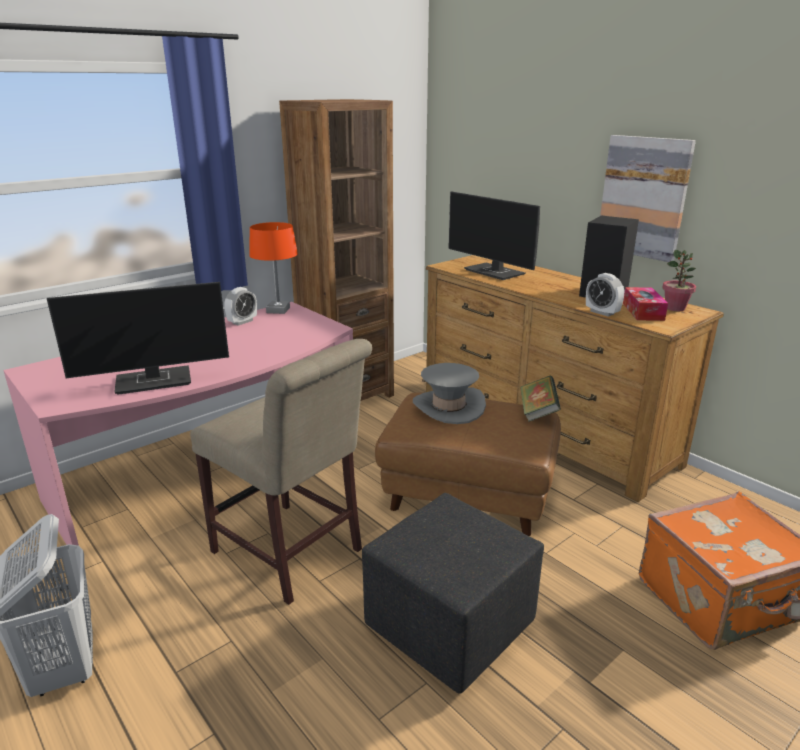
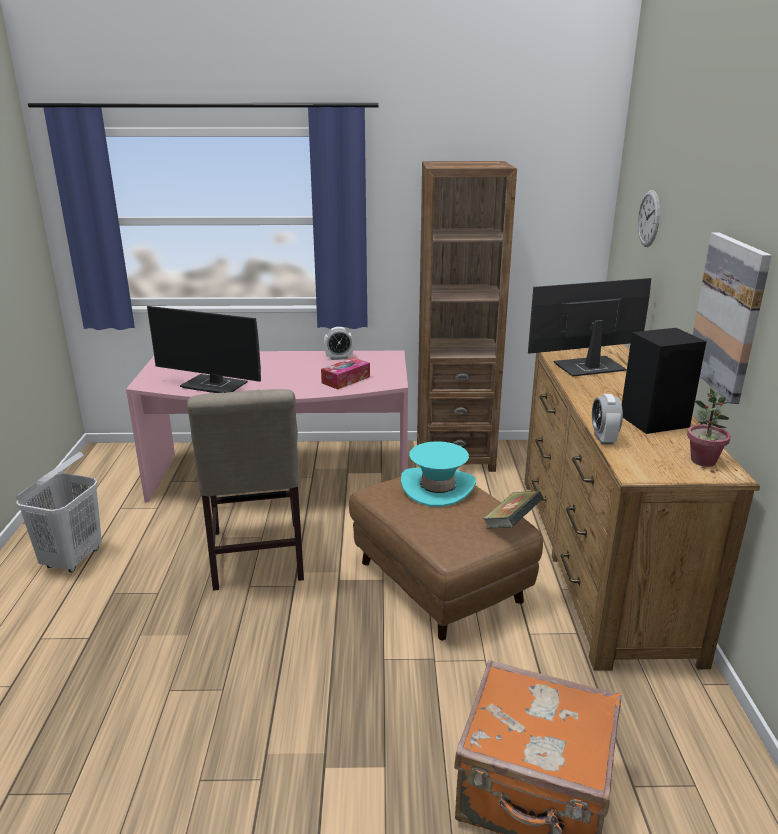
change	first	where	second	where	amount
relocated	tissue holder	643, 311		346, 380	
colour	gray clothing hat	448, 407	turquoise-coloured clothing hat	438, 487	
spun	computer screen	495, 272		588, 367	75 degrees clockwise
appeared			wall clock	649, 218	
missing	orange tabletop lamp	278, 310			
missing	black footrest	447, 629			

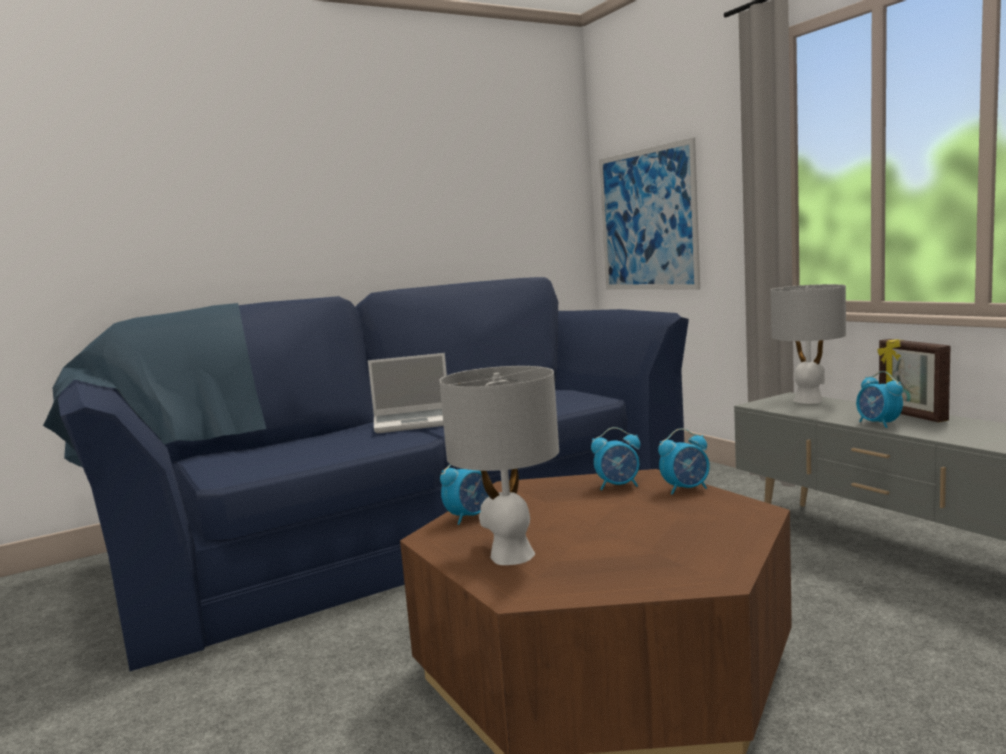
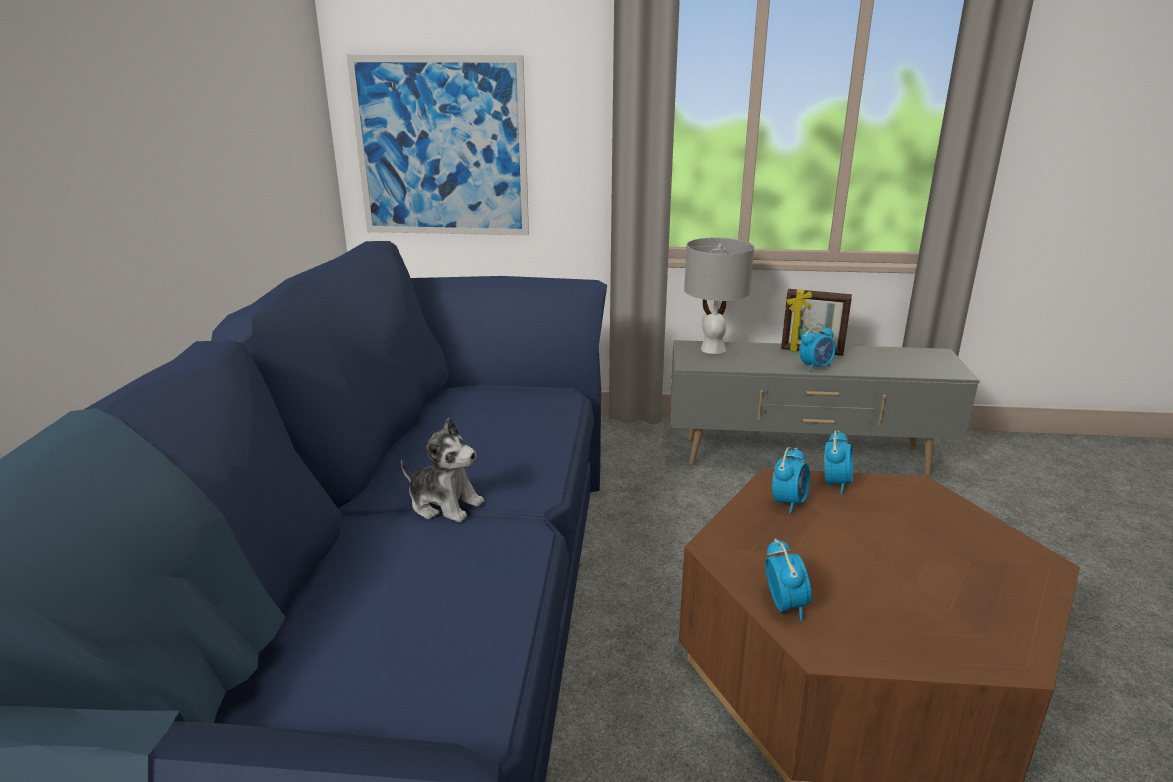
change	first	where	second	where	amount
exchanged	portable computer	415, 422	soft toy	444, 504	
spun	alarm clock	878, 424		815, 367	45 degrees counterclockwise
missing	gray tabletop lamp	511, 555			

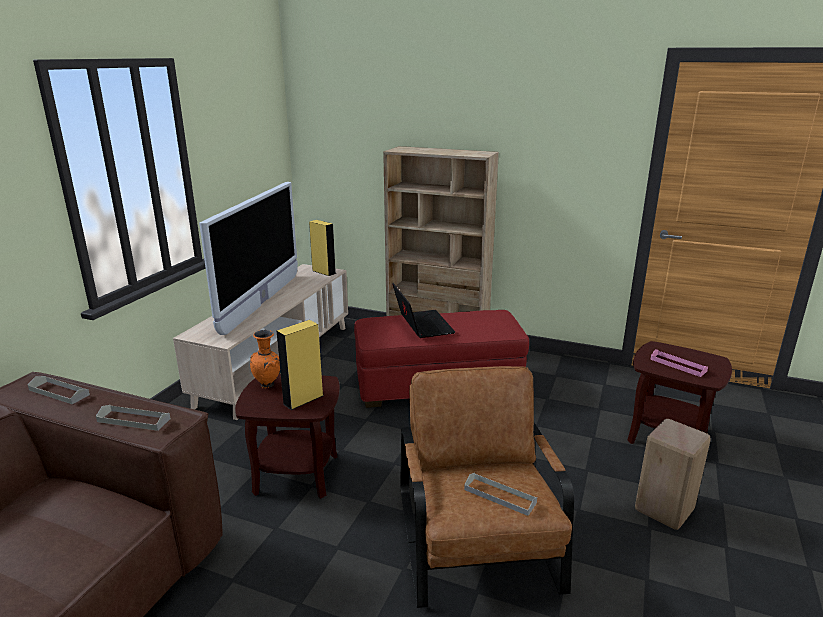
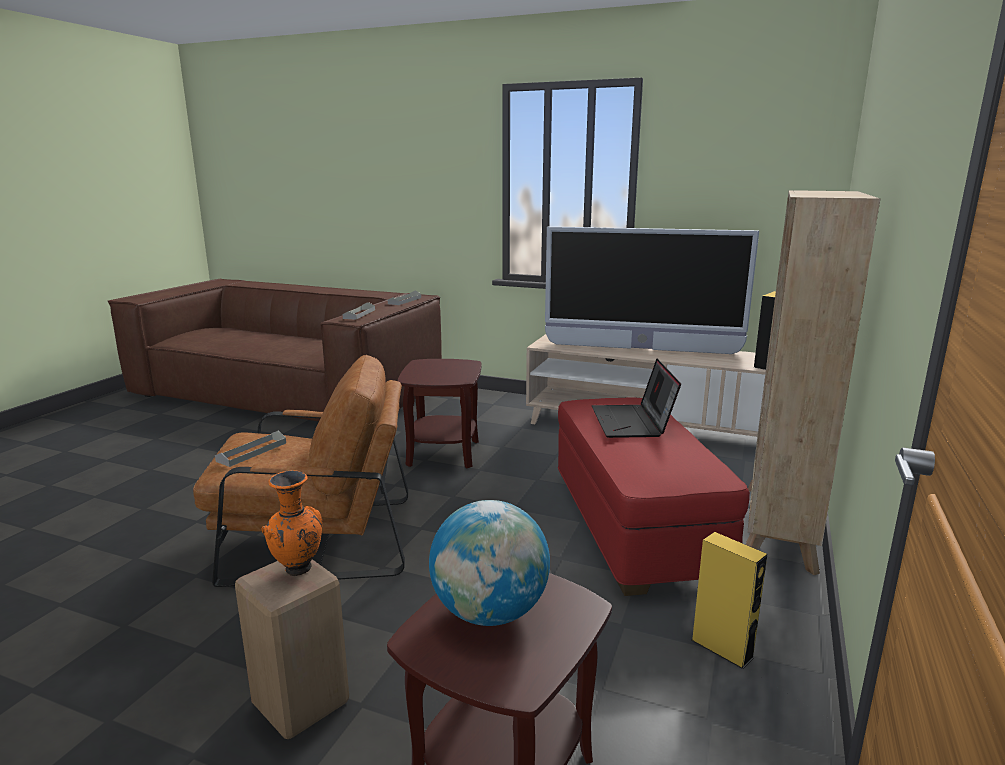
change	first	where	second	where	amount
relocated	orange vase	268, 385		298, 570	
exchanged	pinkish serving tray	678, 365	globe	490, 613	
spun	portable computer	421, 325		633, 422	105 degrees clockwise
relocated	yellowish speaker	303, 399		722, 648	

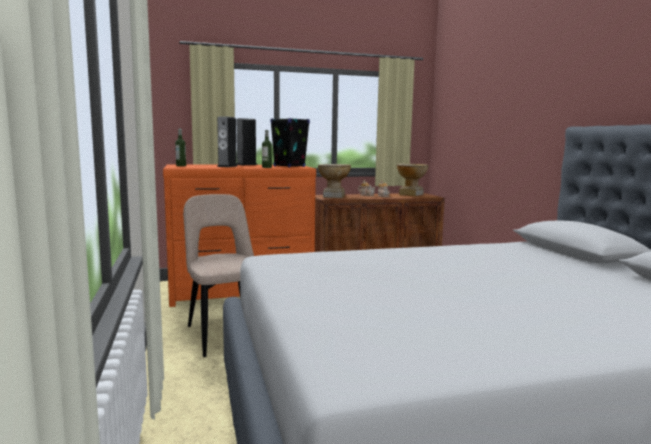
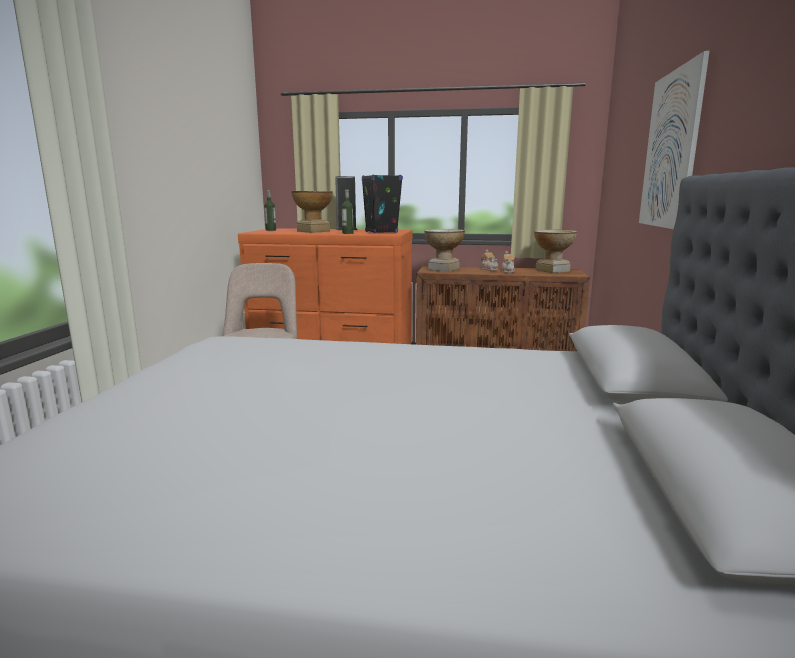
change	first	where	second	where	amount
exchanged	speaker	227, 166	vase	313, 231	
appeared			wall art	671, 150	

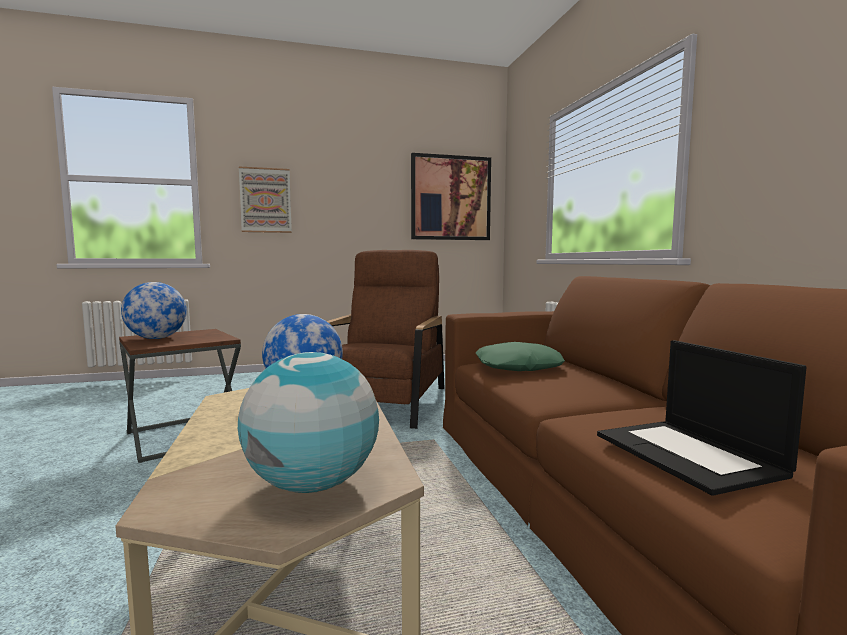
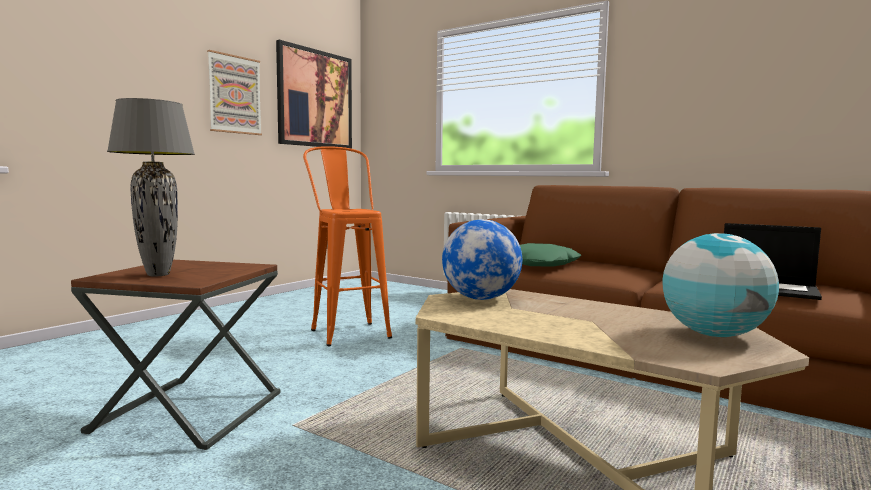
change	first	where	second	where	amount
exchanged	globe	156, 338	gray tabletop lamp	157, 275	
relocated	wall art	265, 200		234, 94	
exchanged	brownish armchair	385, 403	orange stool	346, 331	

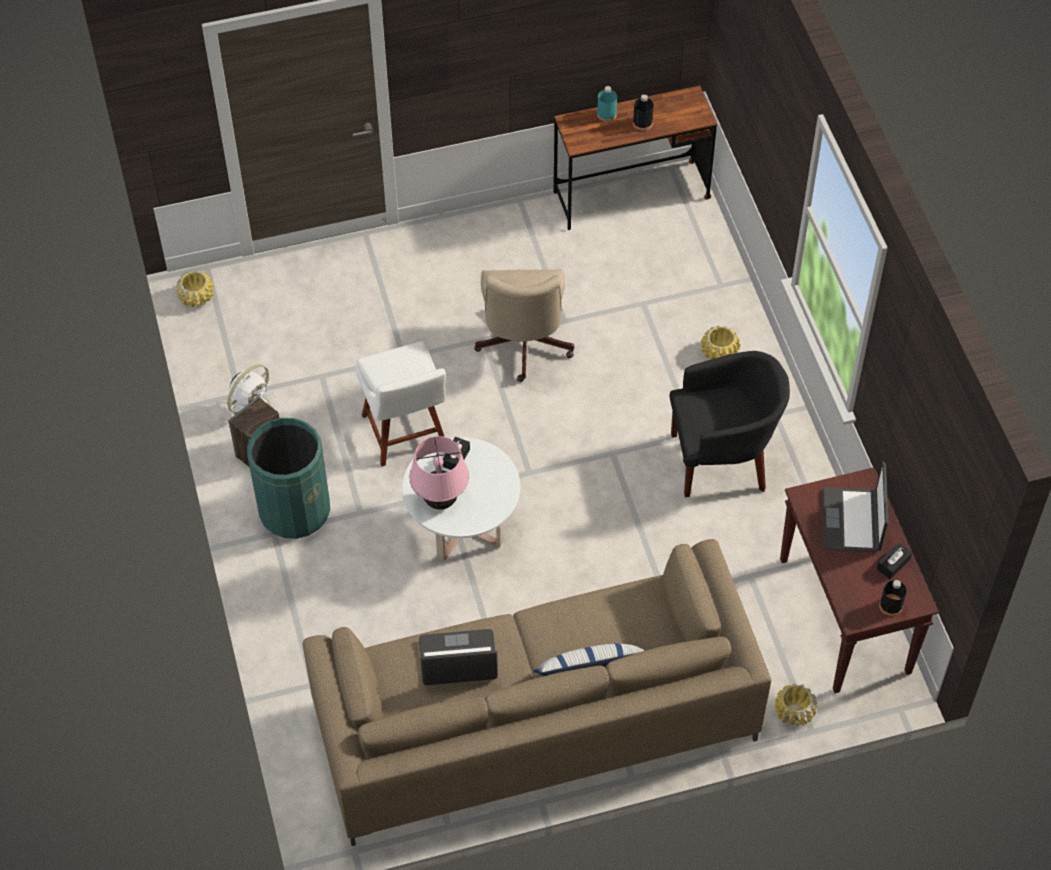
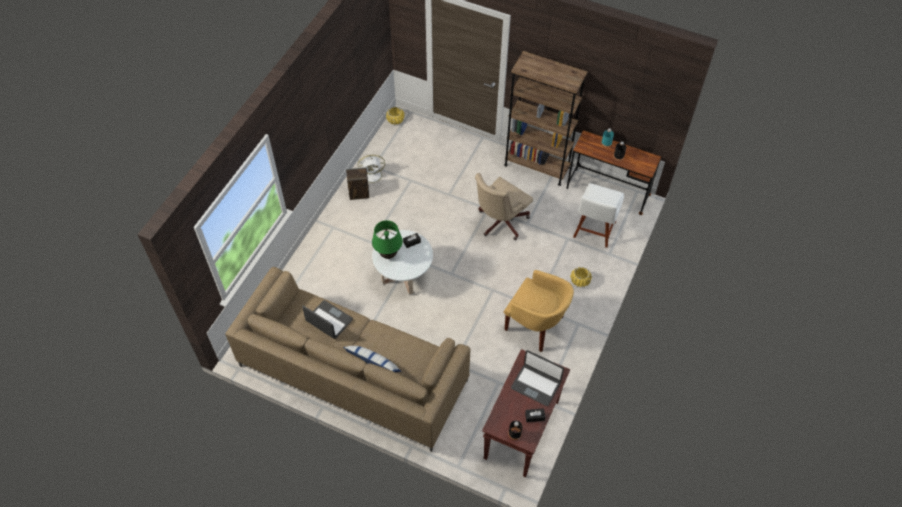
change	first	where	second	where	amount
colour	pinkish tabletop lamp	440, 501	greenish tabletop lamp	388, 254	
appeared			brownish bookshelf	536, 166	
colour	black armchair	722, 459	yellowish armchair	536, 325	
spun	portable computer	852, 521		536, 384	105 degrees counterclockwise
relocated	whitish chair	406, 435		593, 231	
missing	greenish trash can	294, 510			
missing	yellowish plant pot	794, 712			

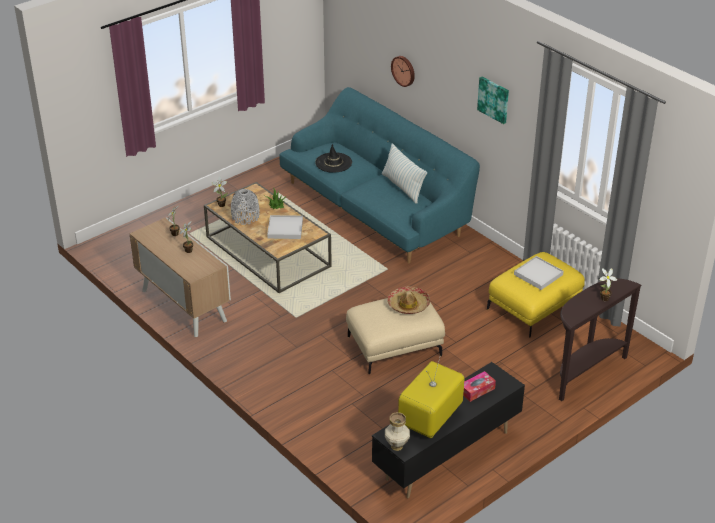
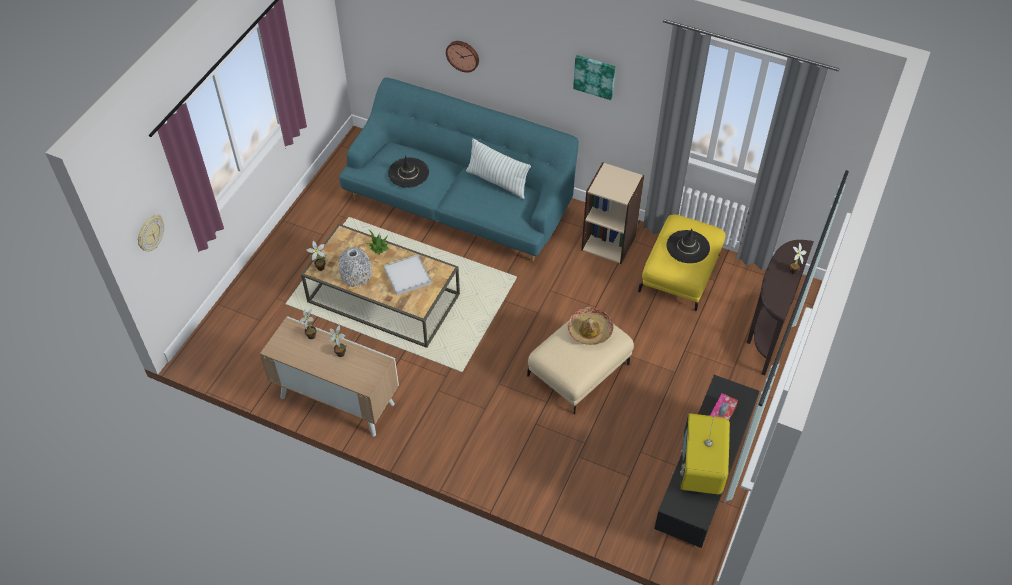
change	first	where	second	where	amount
appeared			wall clock	150, 233	
appeared			beige-coloured bookshelf	609, 242	
exchanged	whitish serving tray	538, 274	black clothing hat	687, 247	
missing	vase	396, 446			

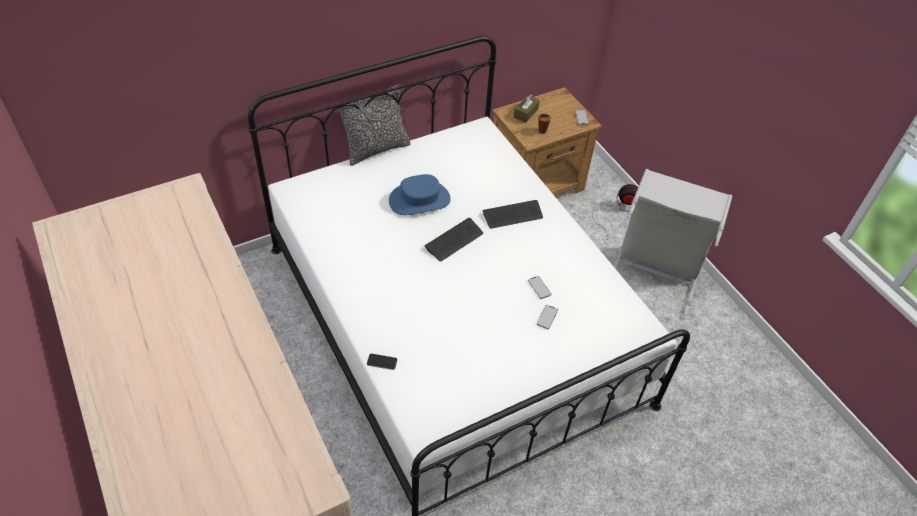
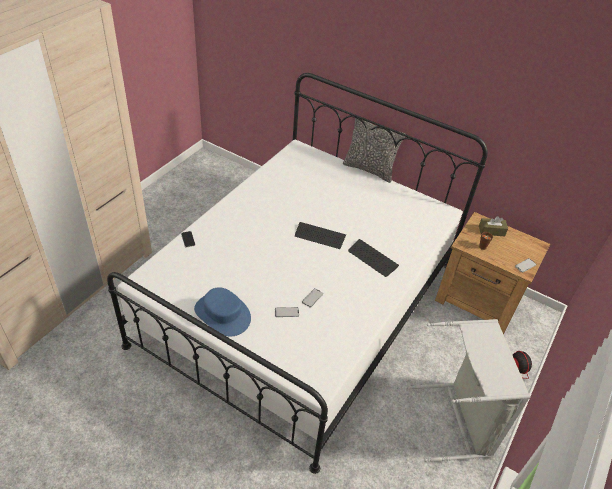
change	first	where	second	where	amount
relocated	blue-coloured clothing hat	419, 200		223, 314	

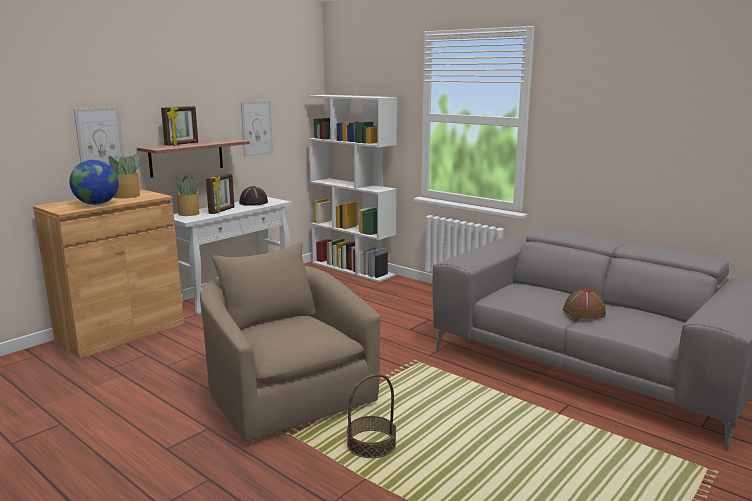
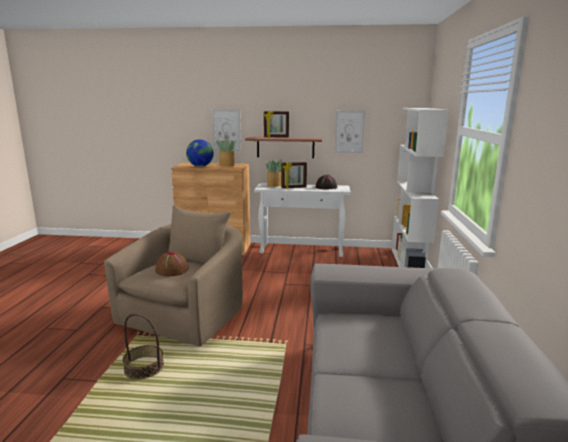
change	first	where	second	where	amount
relocated	brownish clothing hat	583, 312		171, 270	

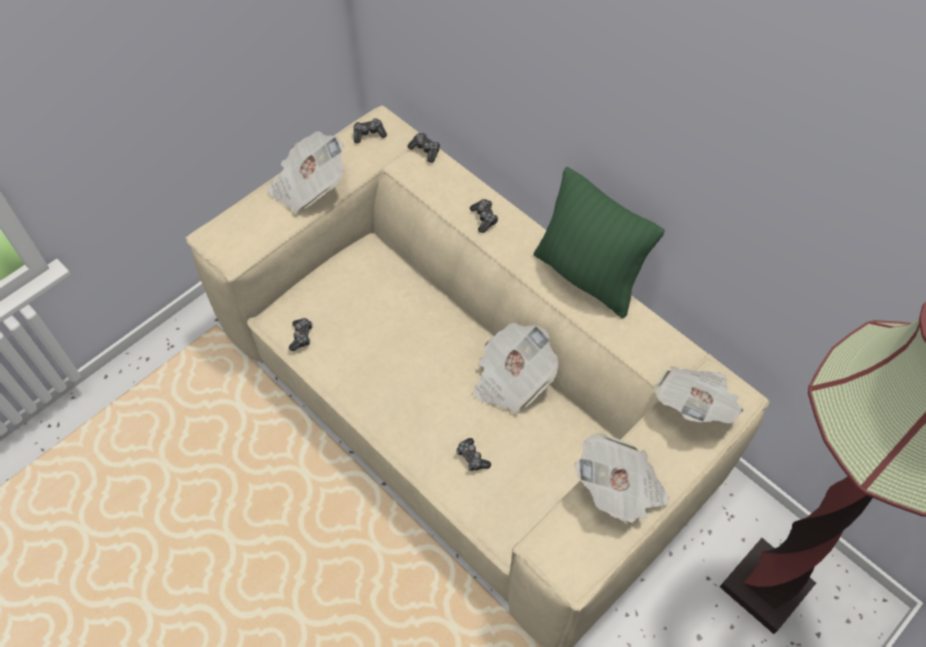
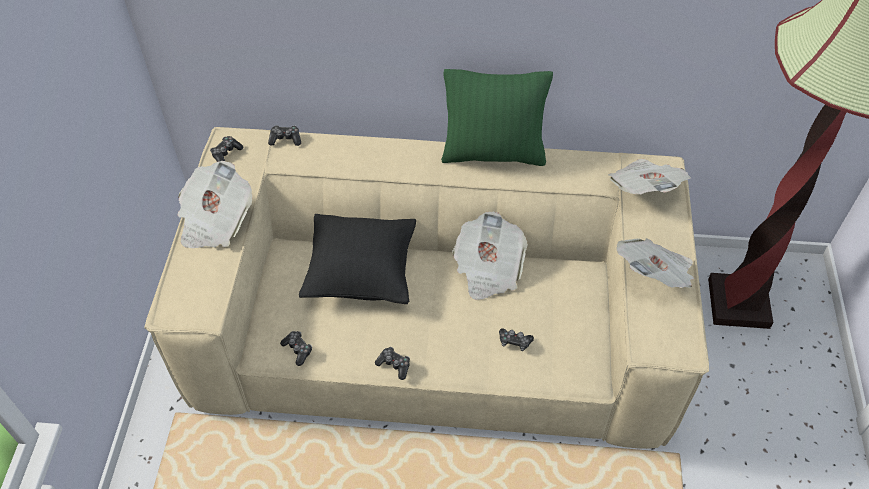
change	first	where	second	where	amount
appeared			black cushion	361, 274	
relocated	gamepad	484, 218		394, 365	

